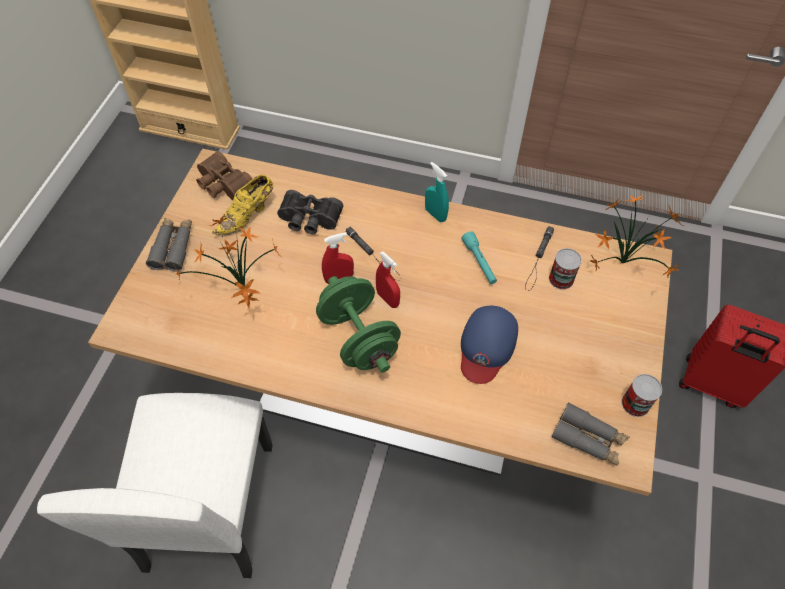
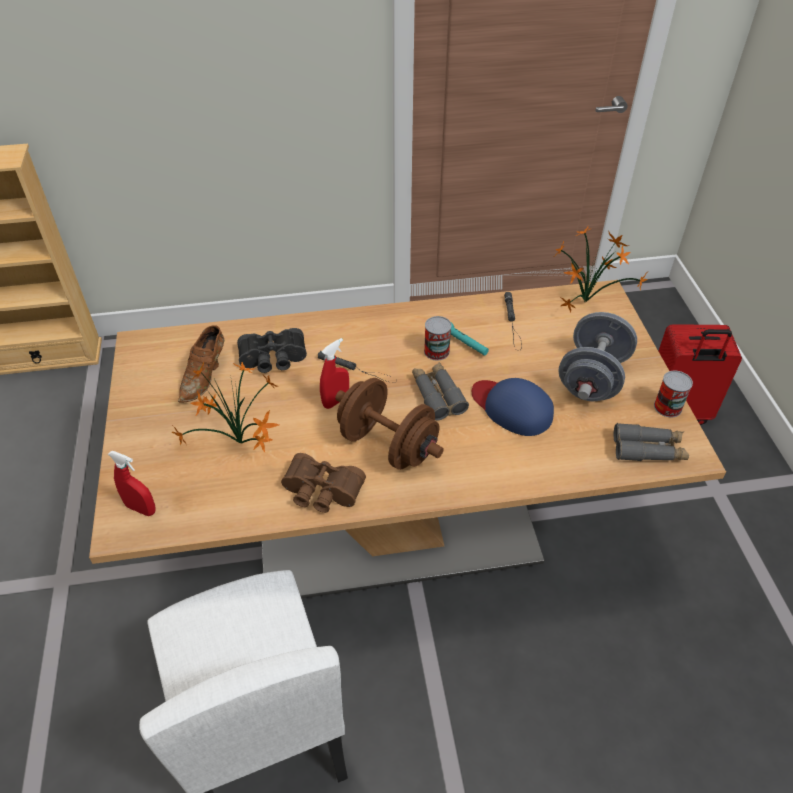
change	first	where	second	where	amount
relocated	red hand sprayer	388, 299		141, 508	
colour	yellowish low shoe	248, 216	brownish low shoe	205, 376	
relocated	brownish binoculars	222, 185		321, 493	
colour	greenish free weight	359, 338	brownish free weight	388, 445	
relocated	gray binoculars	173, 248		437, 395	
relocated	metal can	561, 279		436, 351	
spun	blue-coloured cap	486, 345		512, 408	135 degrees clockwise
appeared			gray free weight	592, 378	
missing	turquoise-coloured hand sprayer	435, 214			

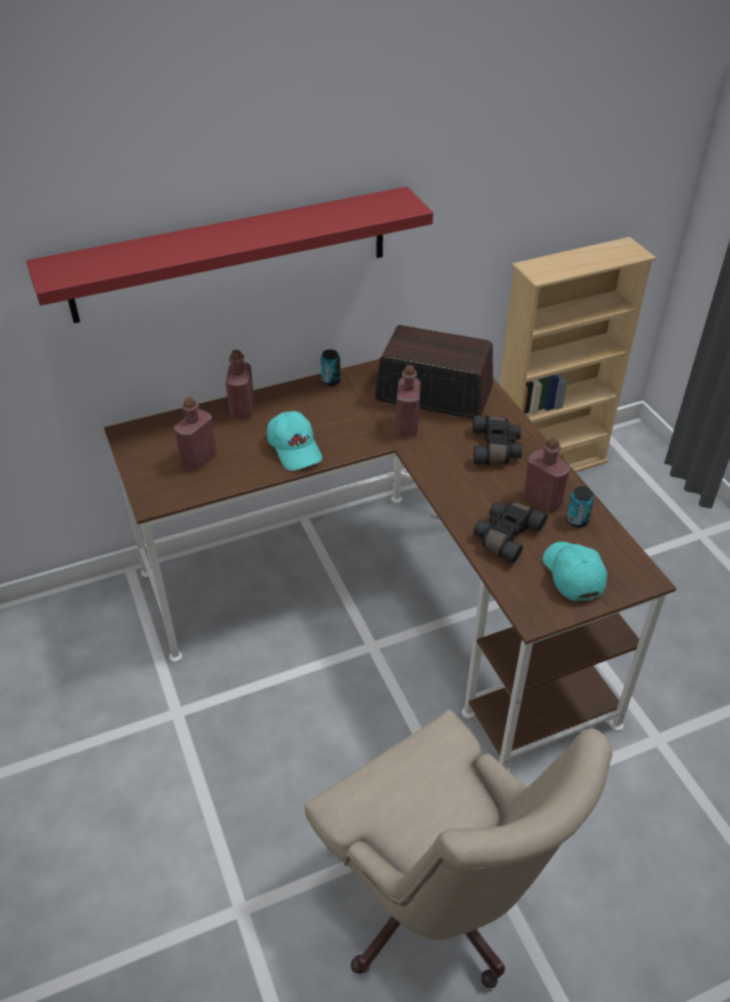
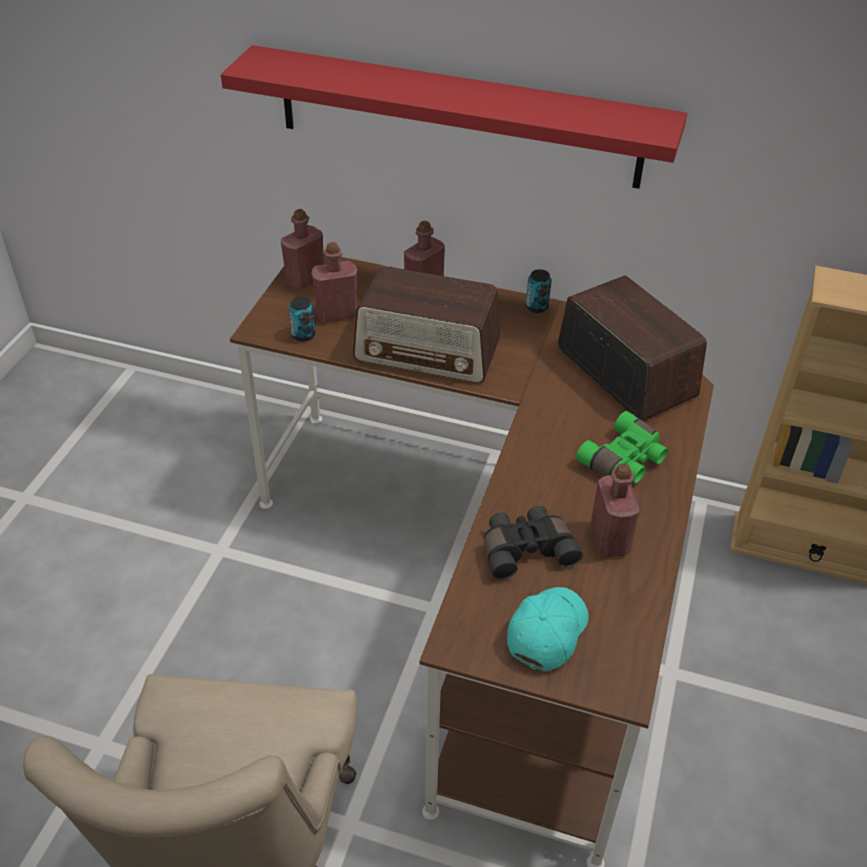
change	first	where	second	where	amount
relocated	red drink bottle	407, 426		305, 280	
relocated	metal can	577, 520		303, 335	
exchanged	turquoise-coloured cap	295, 449	radio set	428, 351	
colour	black binoculars	496, 449	greenish binoculars	624, 461	

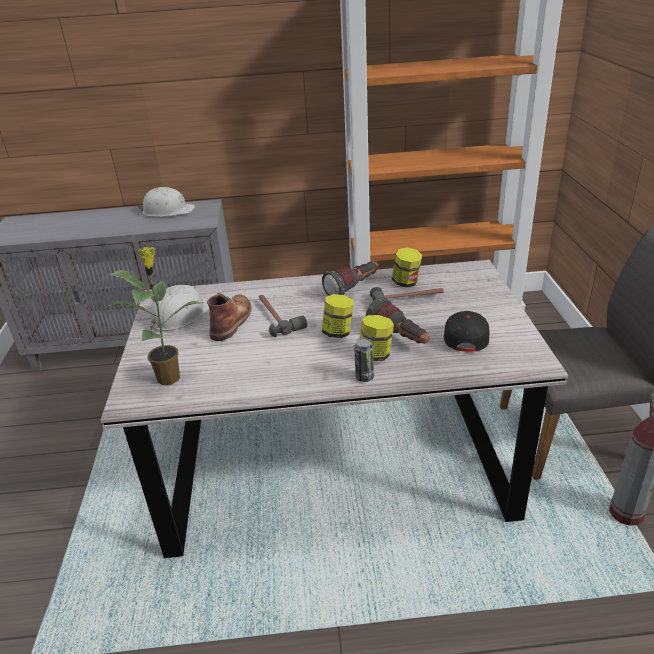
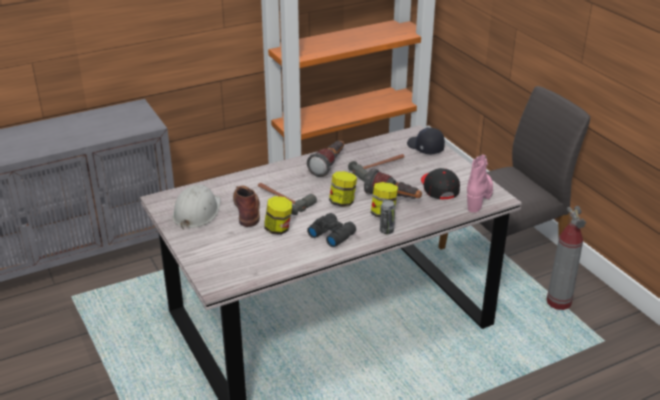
change	first	where	second	where	amount
relocated	storage jar	406, 282		278, 229	
appeared			black binoculars	331, 234	
appeared			black cap	425, 147	
appeared			pinkish high-top boot	479, 197	
missing	houseplant	170, 377			
missing	whitish hard hat	168, 211			

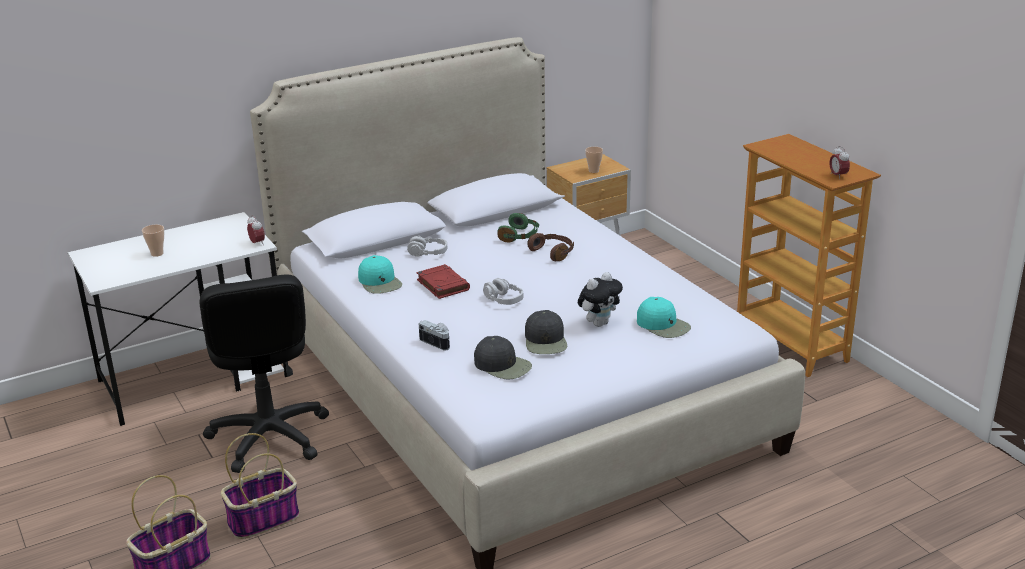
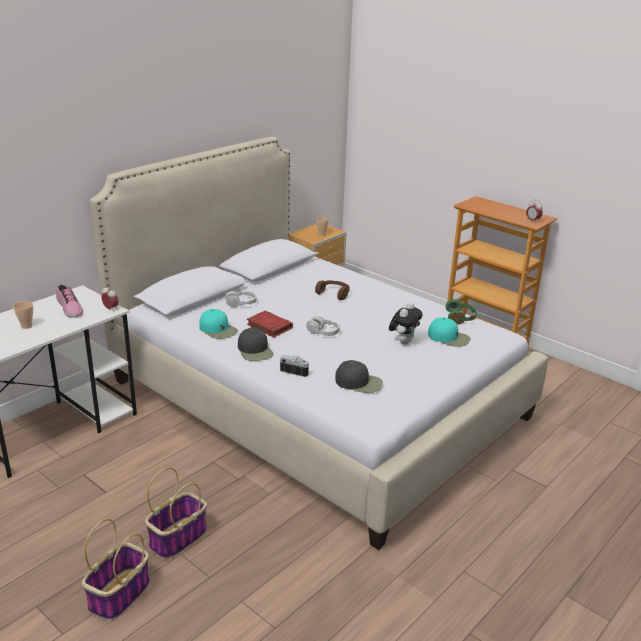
change	first	where	second	where	amount
appeared			low shoe	69, 308	
relocated	black cap	546, 341		255, 350	
relocated	greenish headset	519, 236		460, 318	
missing	black office chair	268, 437			

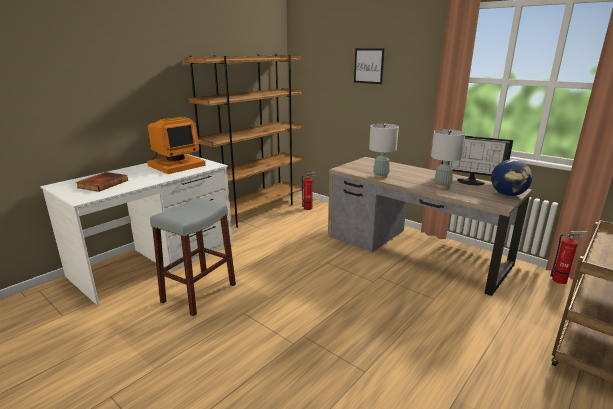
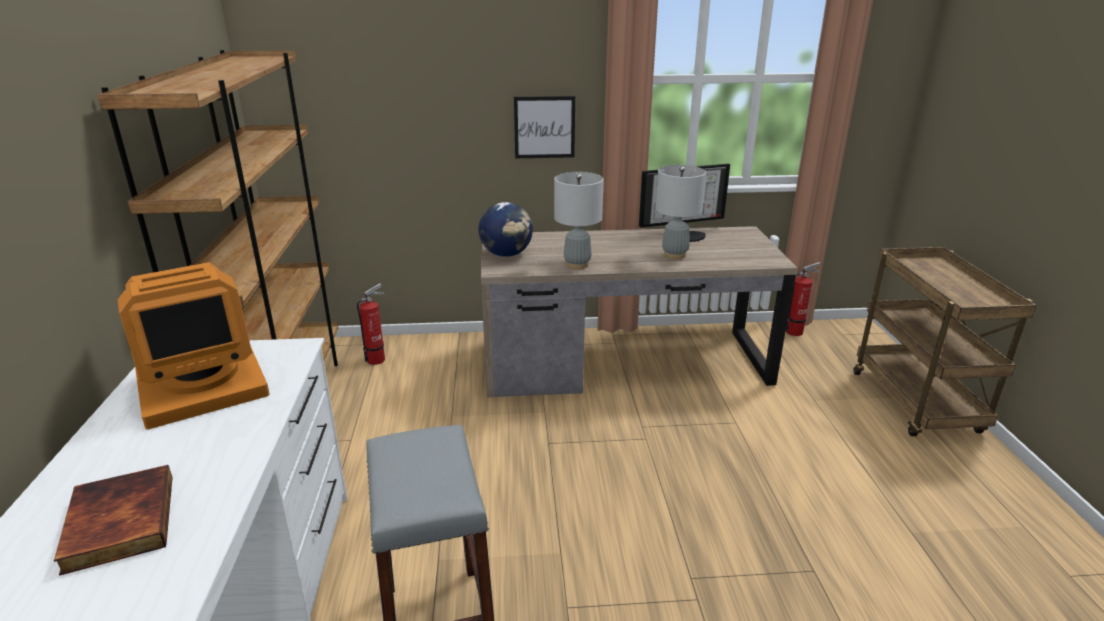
change	first	where	second	where	amount
spun	computer screen	176, 165		202, 383	60 degrees clockwise
relocated	globe	508, 195		506, 254	
relocated	wall art	368, 66		544, 127	

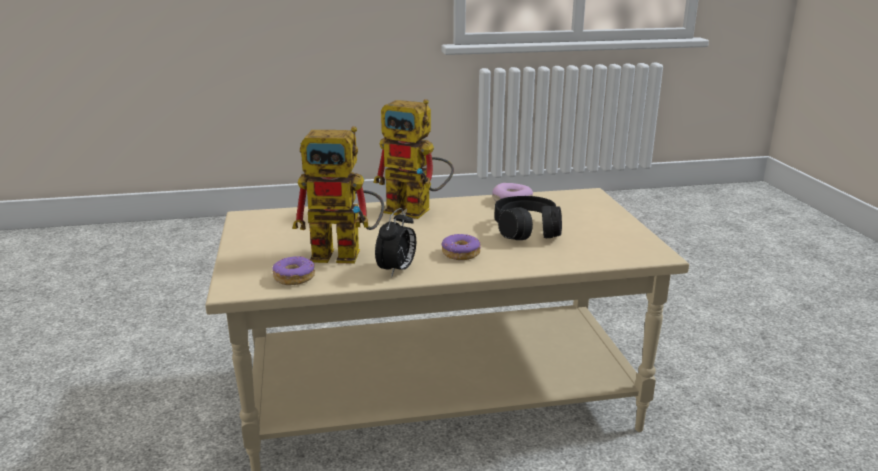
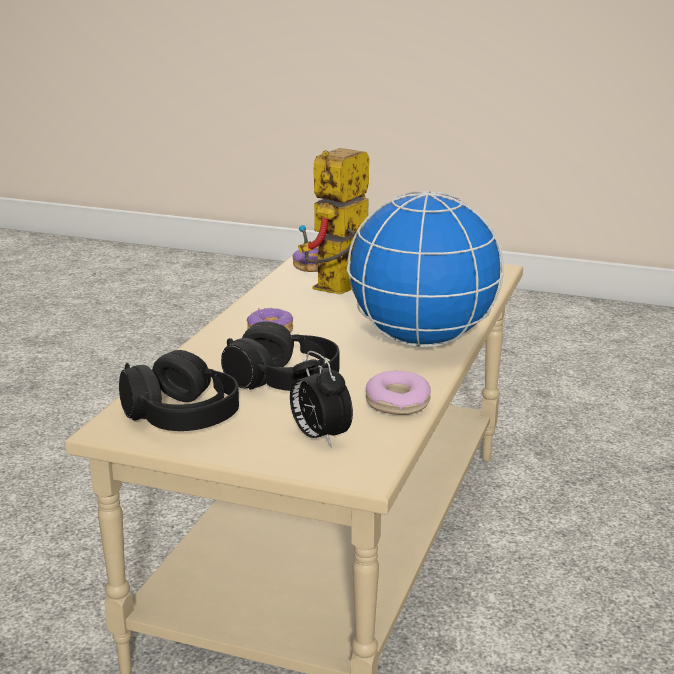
change	first	where	second	where	amount
appeared			black headset	182, 416	
relocated	alarm clock	397, 270		319, 437	
exchanged	model robot	418, 211	globe	422, 341	

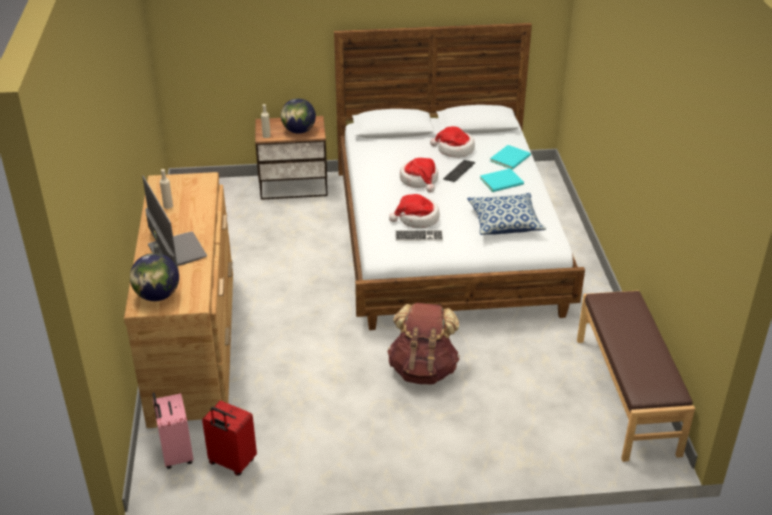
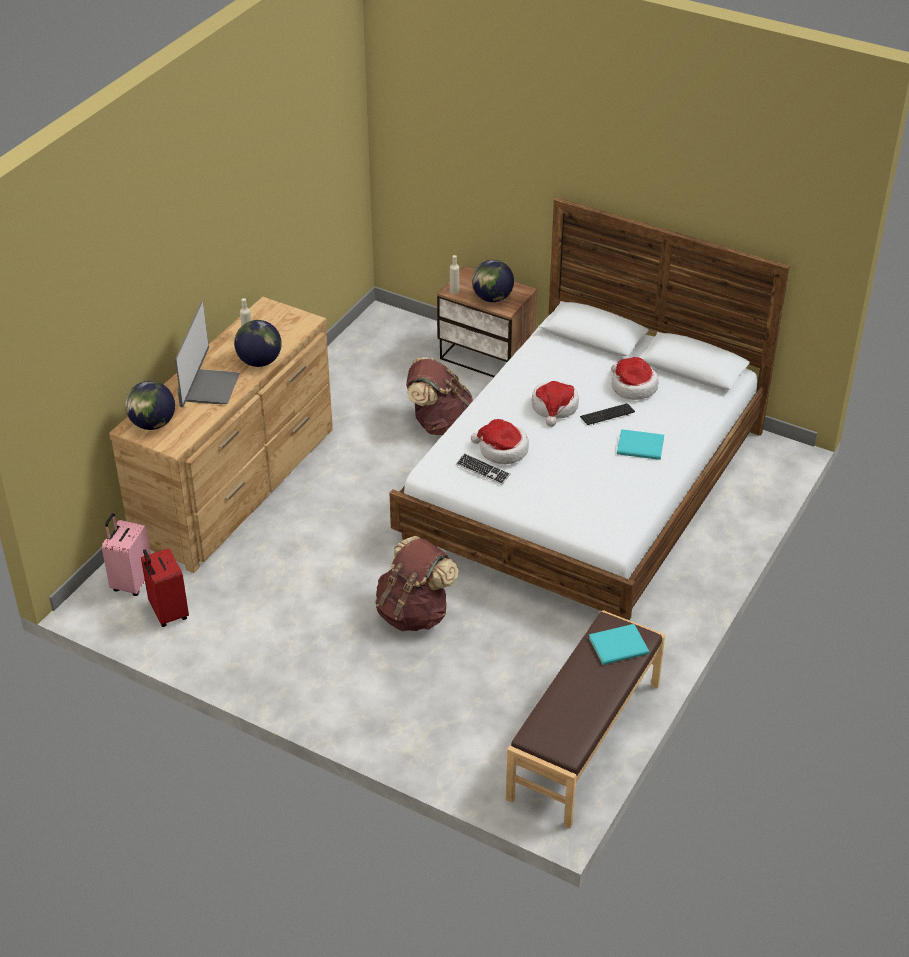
change	first	where	second	where	amount
appeared			globe	259, 361	
appeared			brownish rucksack	438, 423	
relocated	turquoise-coloured book	511, 158		620, 646	
missing	cushion	505, 223			

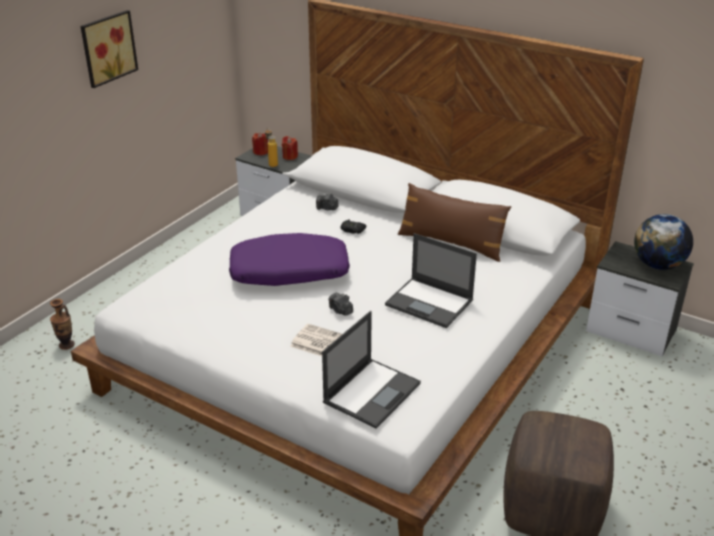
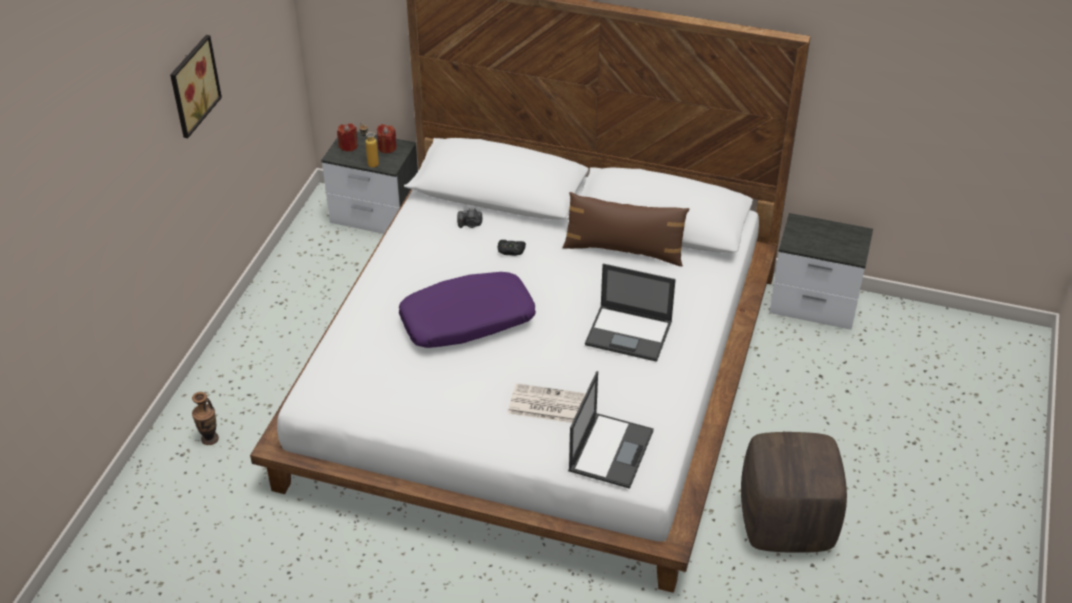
change	first	where	second	where	amount
missing	photo camera	340, 310			
missing	globe	658, 265			

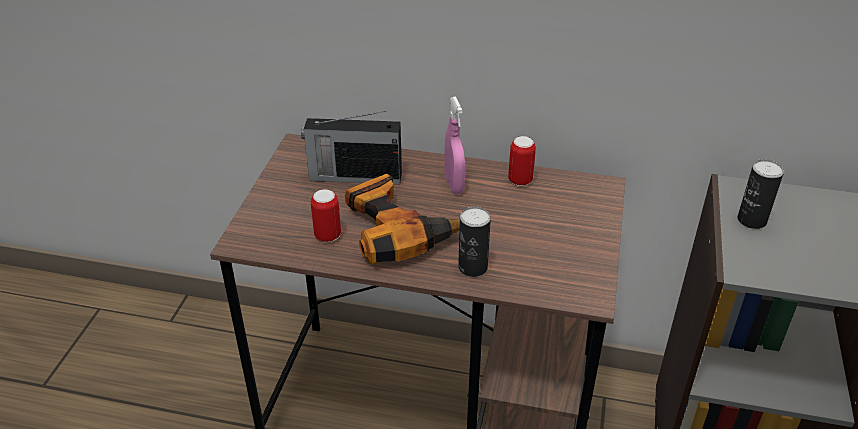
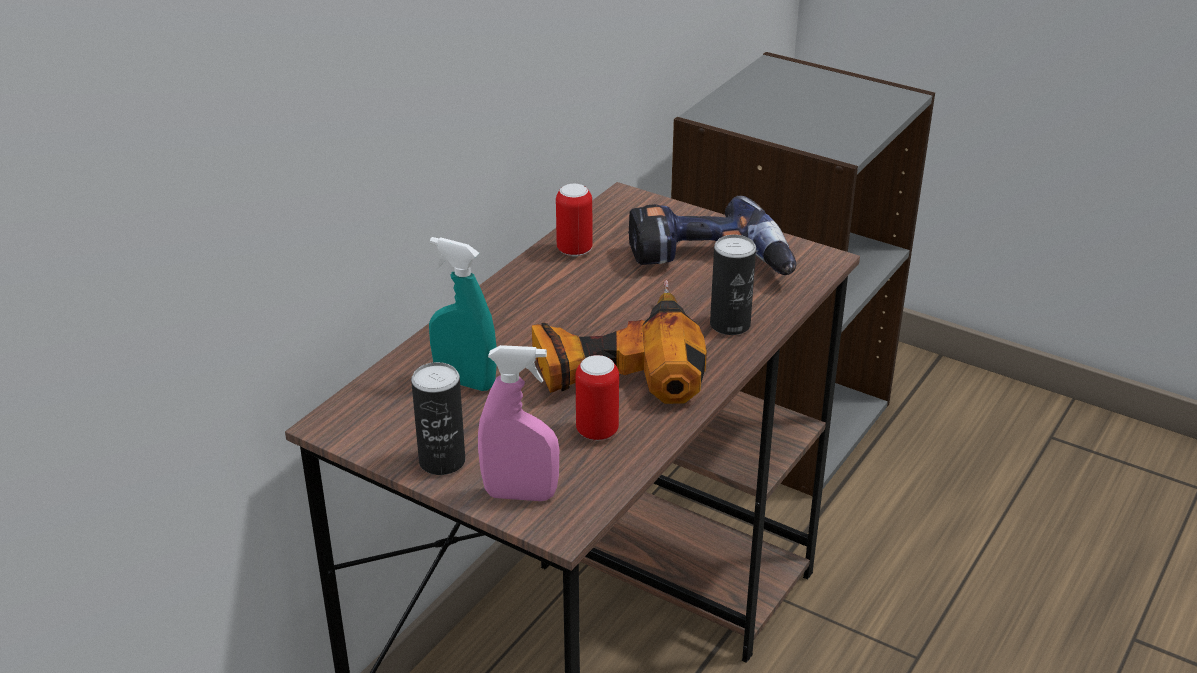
change	first	where	second	where	amount
relocated	metal can	751, 220		442, 461	
exchanged	radio set	353, 176	turquoise-coloured hand sprayer	465, 382	
relocated	pinkish hand sprayer	454, 184		520, 494	
appeared			drill	709, 264	

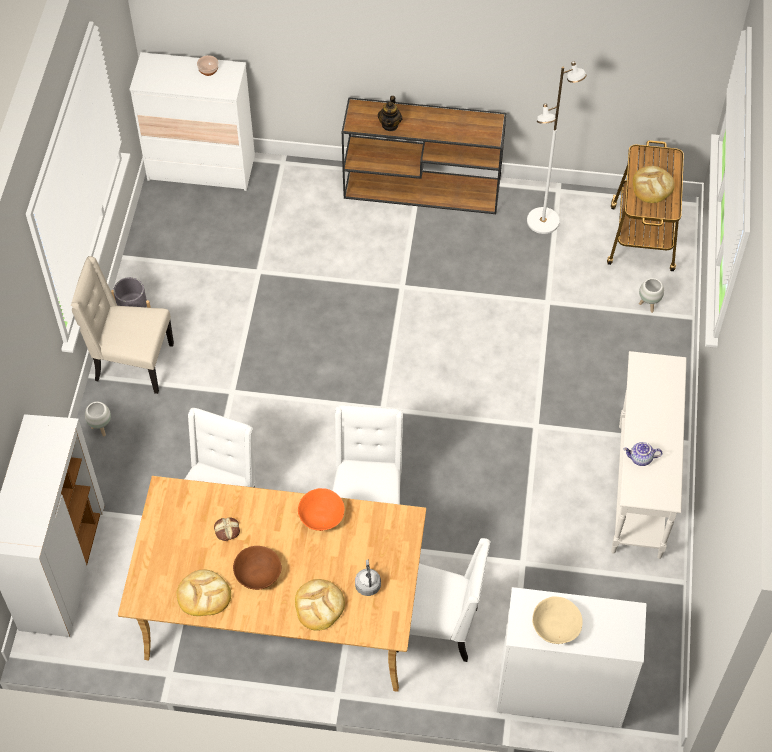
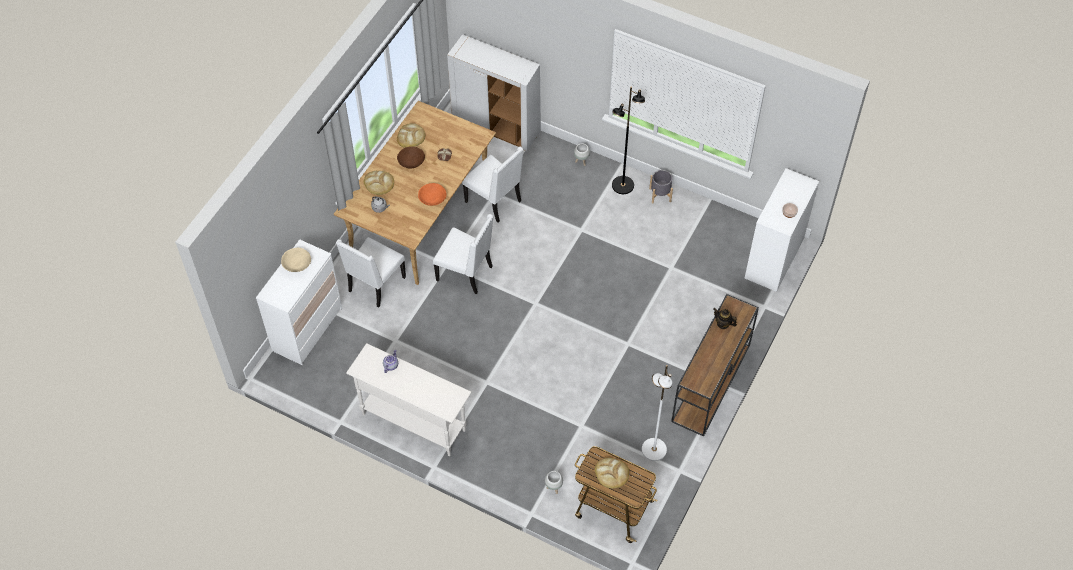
change	first	where	second	where	amount
exchanged	beige-coloured chair	132, 363	black standard lamp	622, 186	

